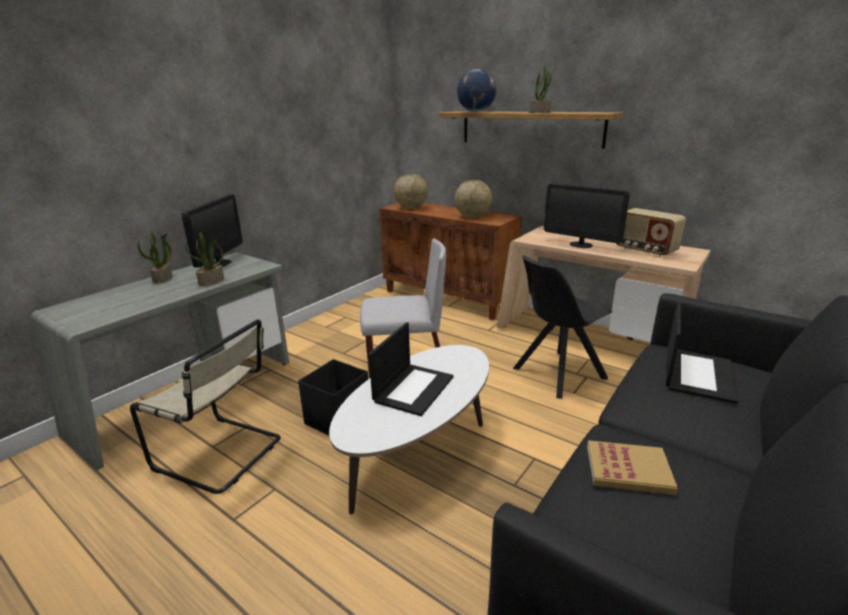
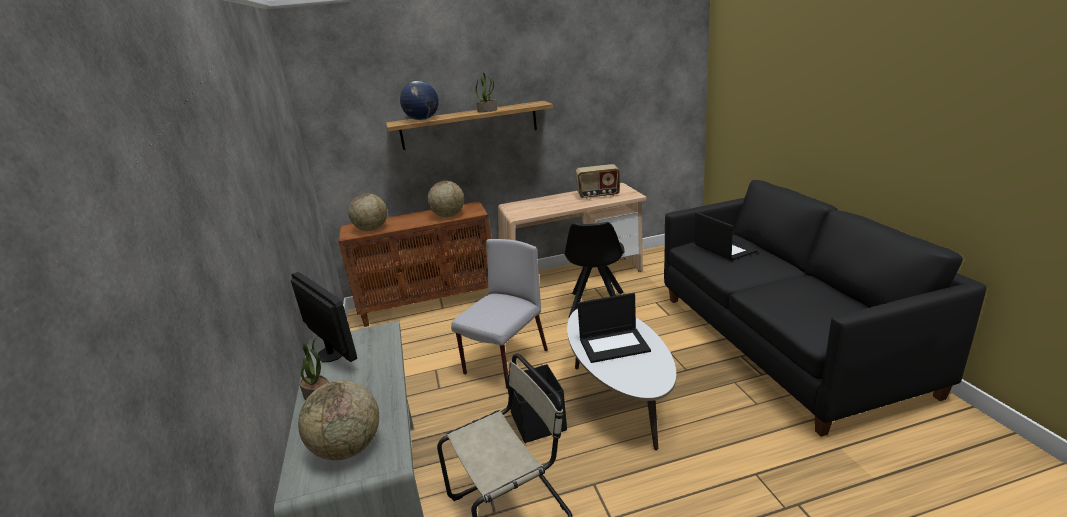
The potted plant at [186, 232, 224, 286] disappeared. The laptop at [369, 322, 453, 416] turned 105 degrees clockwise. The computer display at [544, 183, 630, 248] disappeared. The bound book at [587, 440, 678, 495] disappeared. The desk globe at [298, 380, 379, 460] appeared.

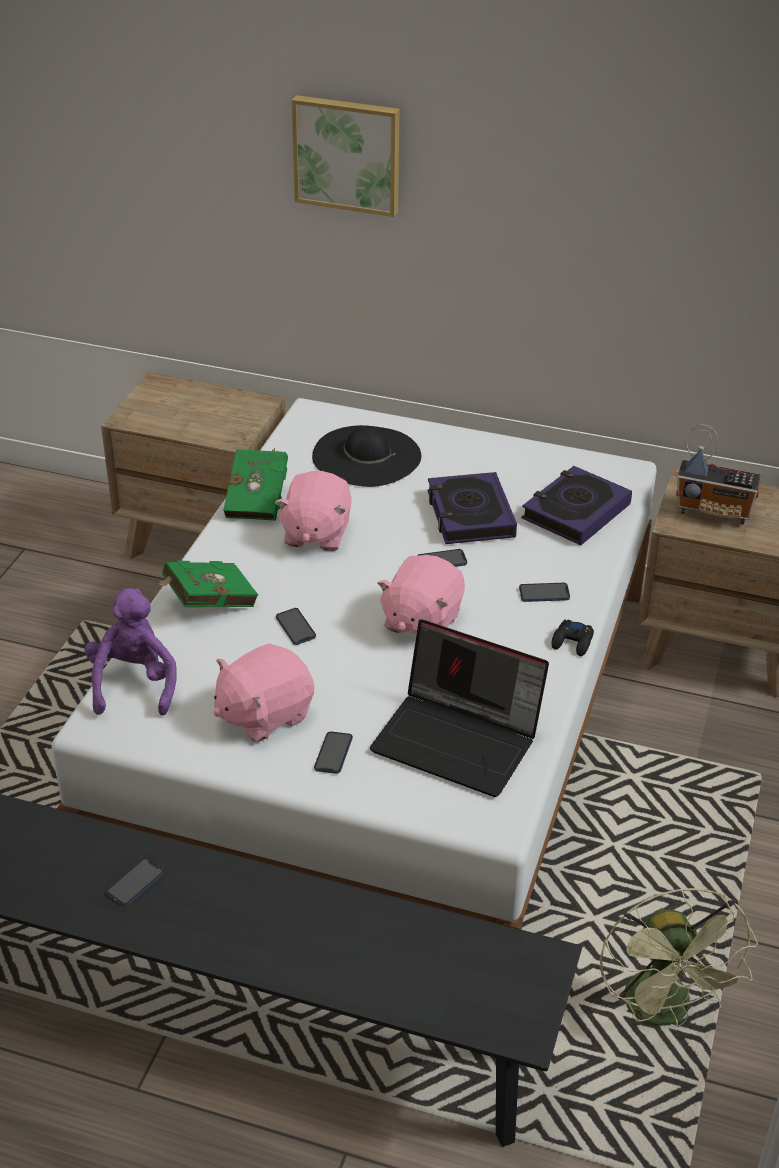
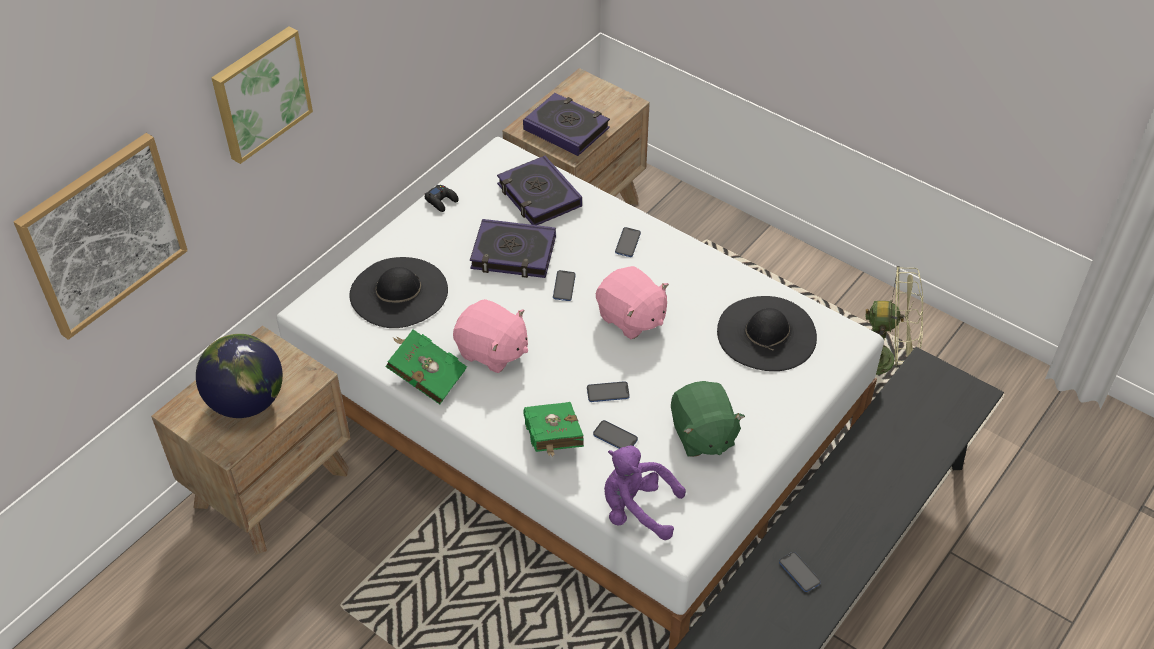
The soft toy (pinkish) at [214, 644, 314, 742] became the soft toy (greenish) at [671, 381, 745, 457]. The phone moved from [314, 732, 353, 774] to [593, 420, 638, 449]. The laptop at [370, 620, 549, 797] was replaced by the clothing hat (black) at [717, 296, 817, 371]. The gamepad (black) moved from [551, 619, 594, 656] to [425, 185, 459, 212]. The radio receiver at [676, 425, 761, 524] was replaced by the bound book at [523, 93, 610, 156]. The wall art at [14, 133, 188, 340] appeared. The desk globe at [196, 334, 283, 418] appeared.

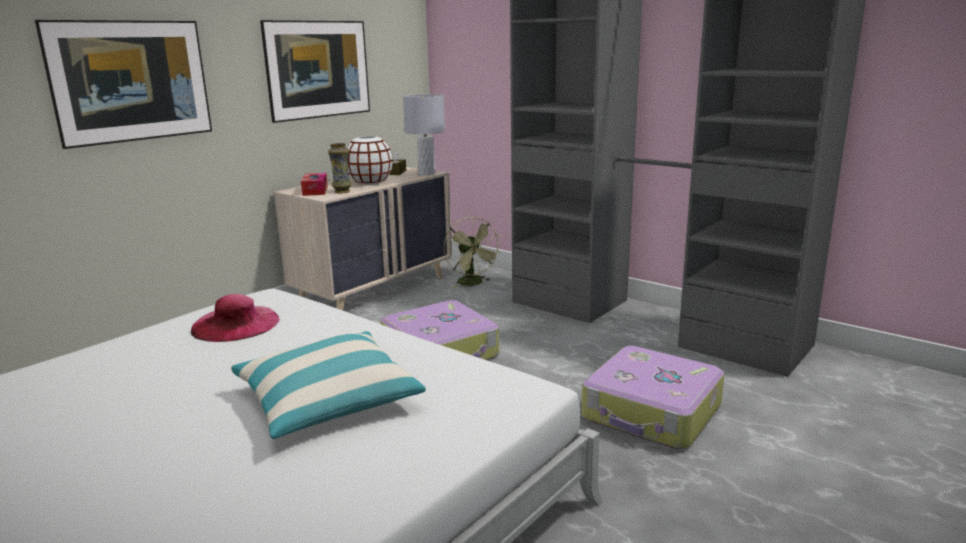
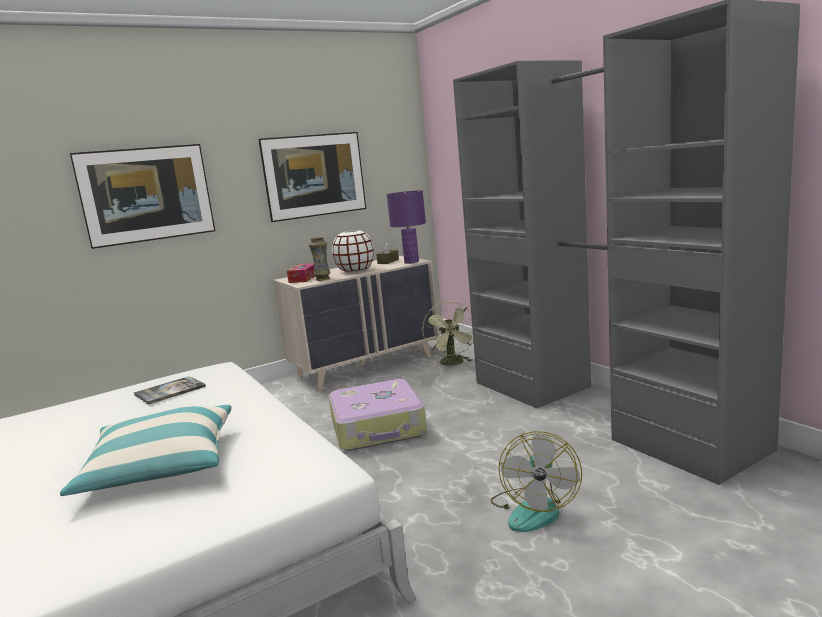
The clothing hat (pinkish) at [191, 294, 280, 342] was replaced by the bound book at [134, 376, 206, 405]. The table lamp (gray) at [403, 94, 445, 175] became the table lamp (purple) at [386, 190, 426, 264]. The piece of luggage at [582, 346, 725, 449] was replaced by the cooling fan at [491, 431, 582, 532].

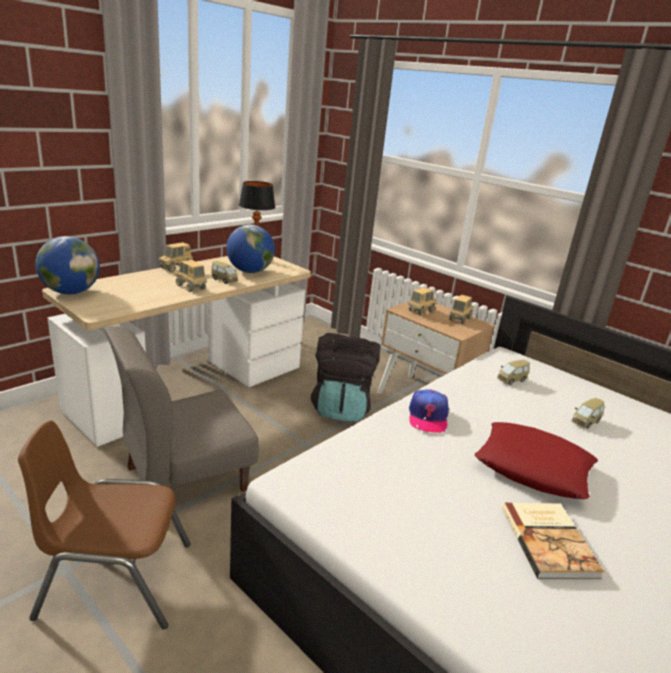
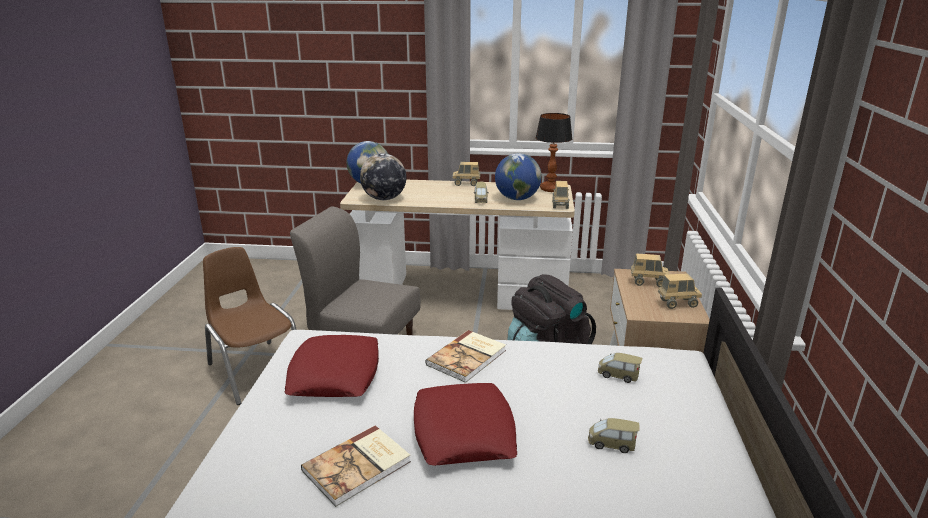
The model truck moved from [175, 260, 207, 292] to [552, 181, 569, 209]. The cap at [409, 389, 449, 433] was replaced by the bound book at [425, 330, 506, 383]. The cushion (red) at [285, 335, 379, 397] appeared. The desk globe at [360, 153, 406, 200] appeared.

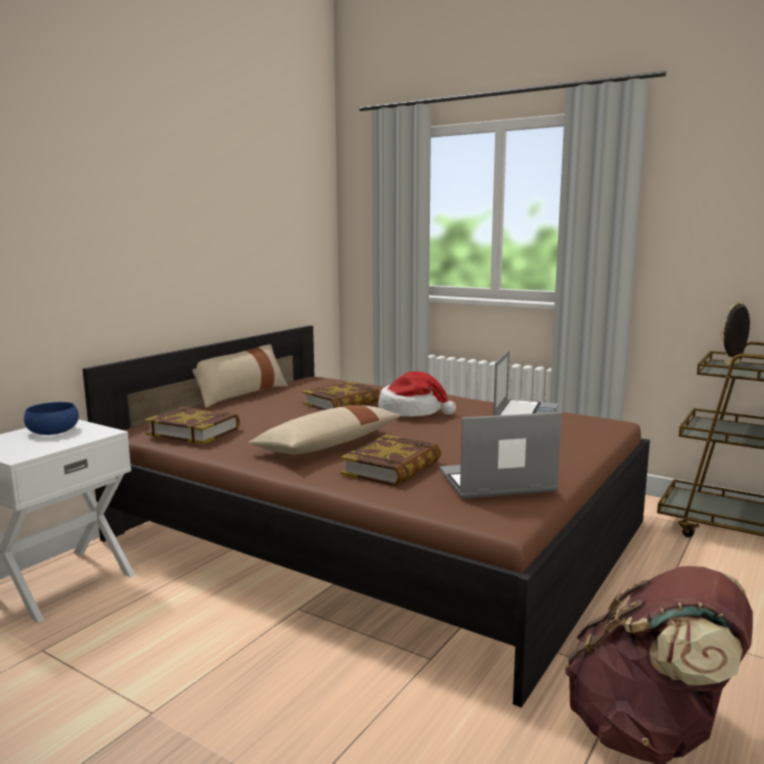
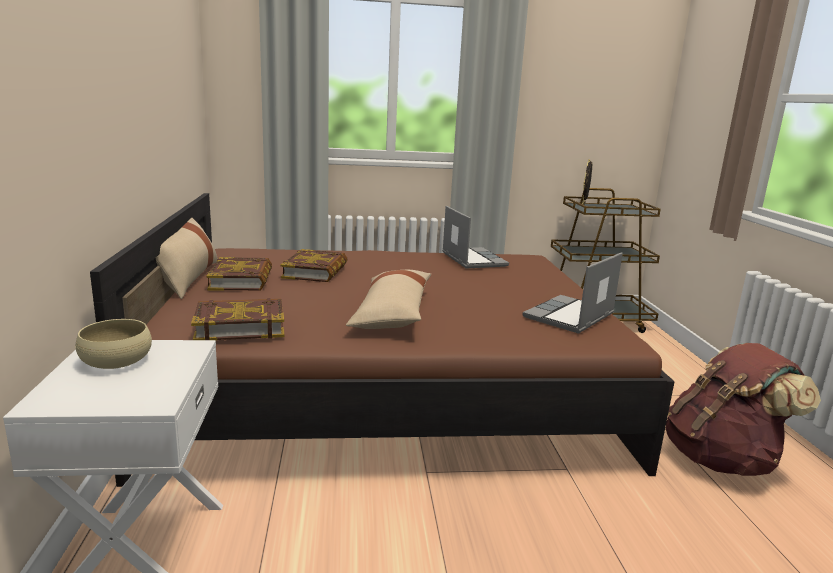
The bowl (blue-coloured) at [24, 402, 79, 435] became the bowl (beige-coloured) at [76, 319, 152, 369]. The bound book moved from [341, 435, 441, 486] to [207, 257, 272, 291]. The clothing hat at [378, 371, 456, 417] disappeared.

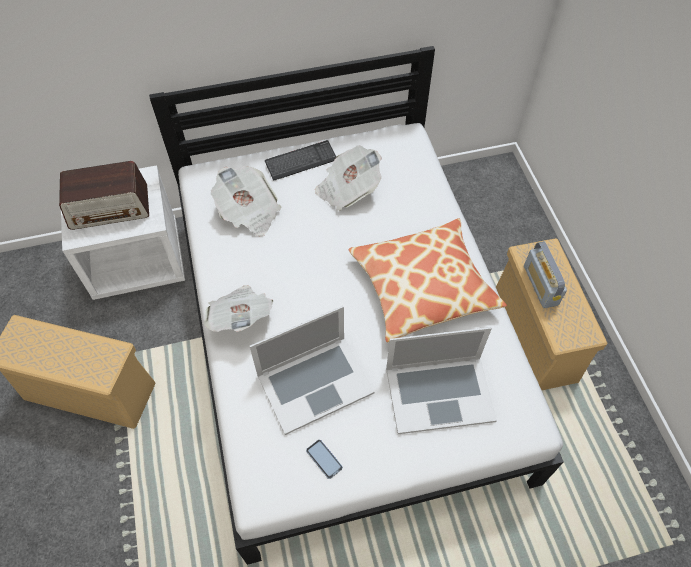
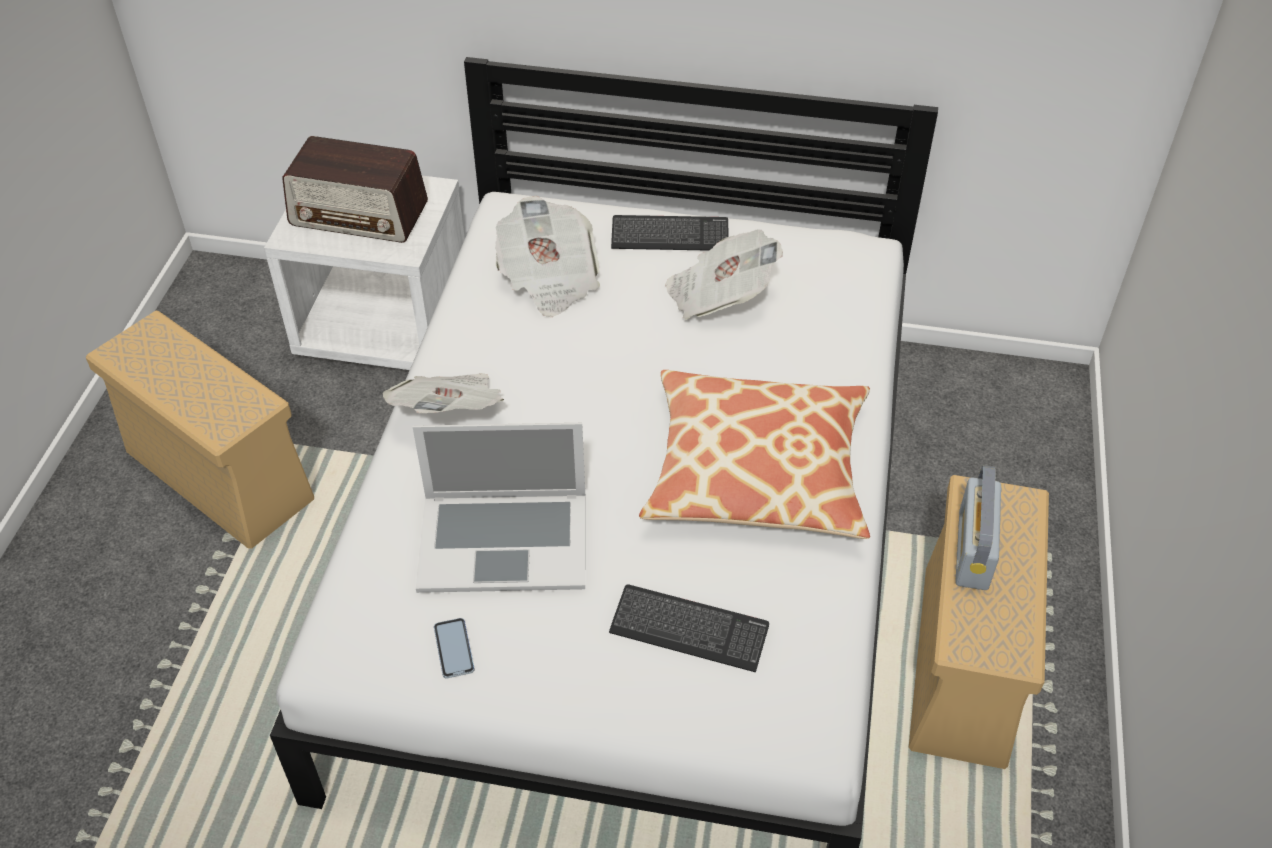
The laptop at [386, 327, 497, 434] was replaced by the keyboard at [609, 585, 769, 672].

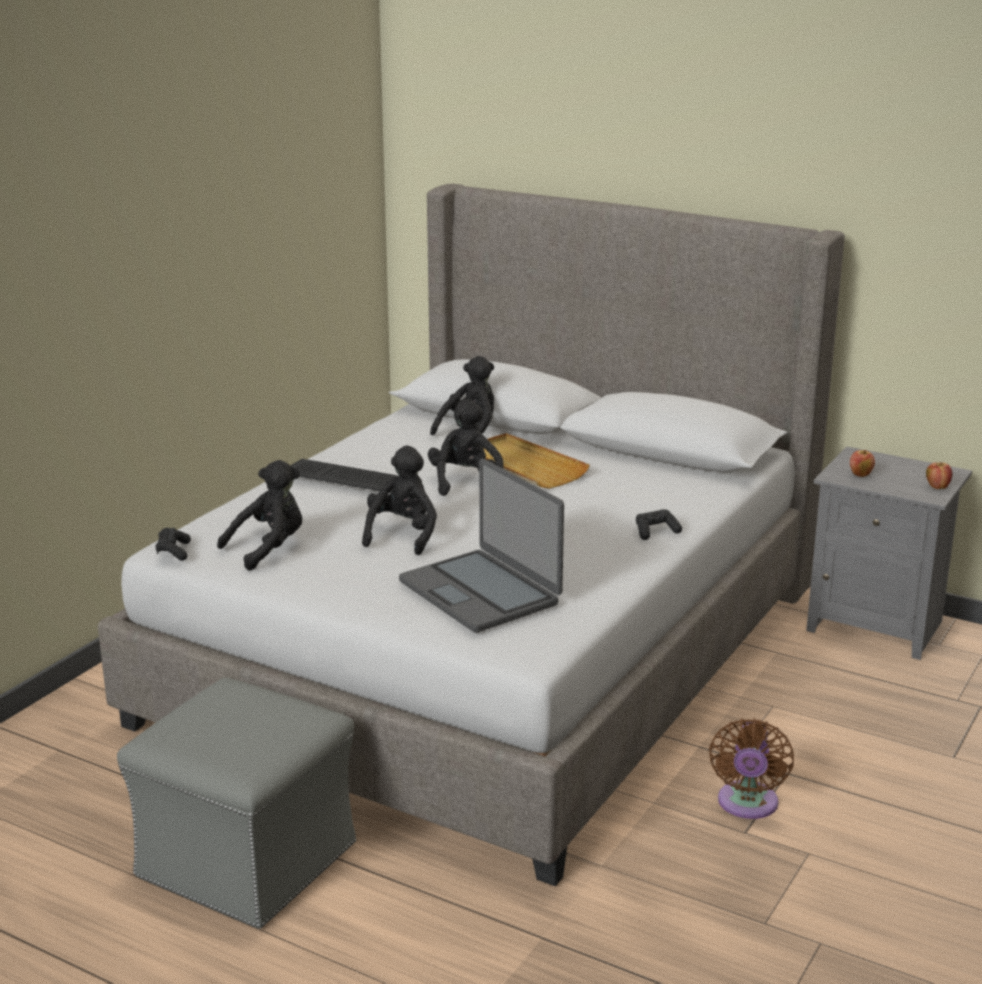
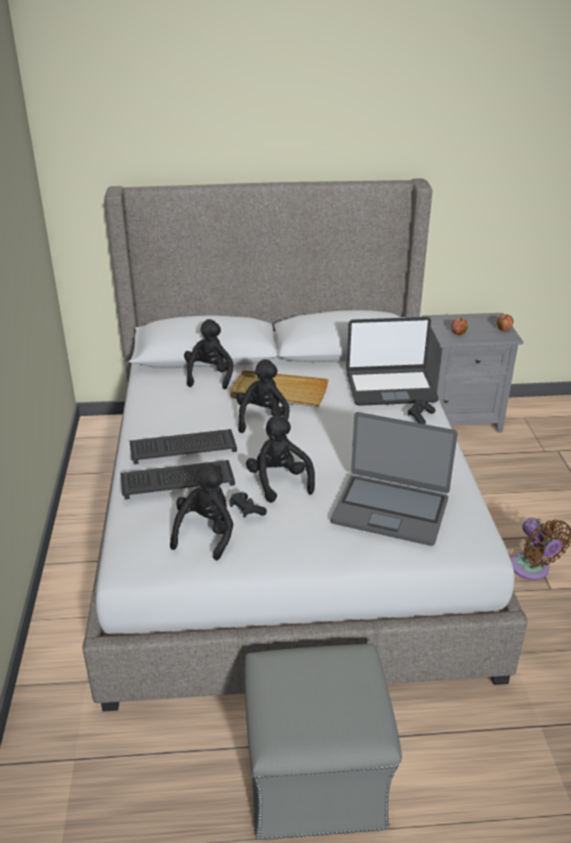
The gamepad (black) moved from [156, 528, 191, 561] to [230, 493, 267, 518]. The soft toy (black) at [428, 399, 504, 496] turned 45 degrees clockwise. The keyboard at [120, 460, 235, 500] appeared. The laptop at [346, 317, 439, 406] appeared.

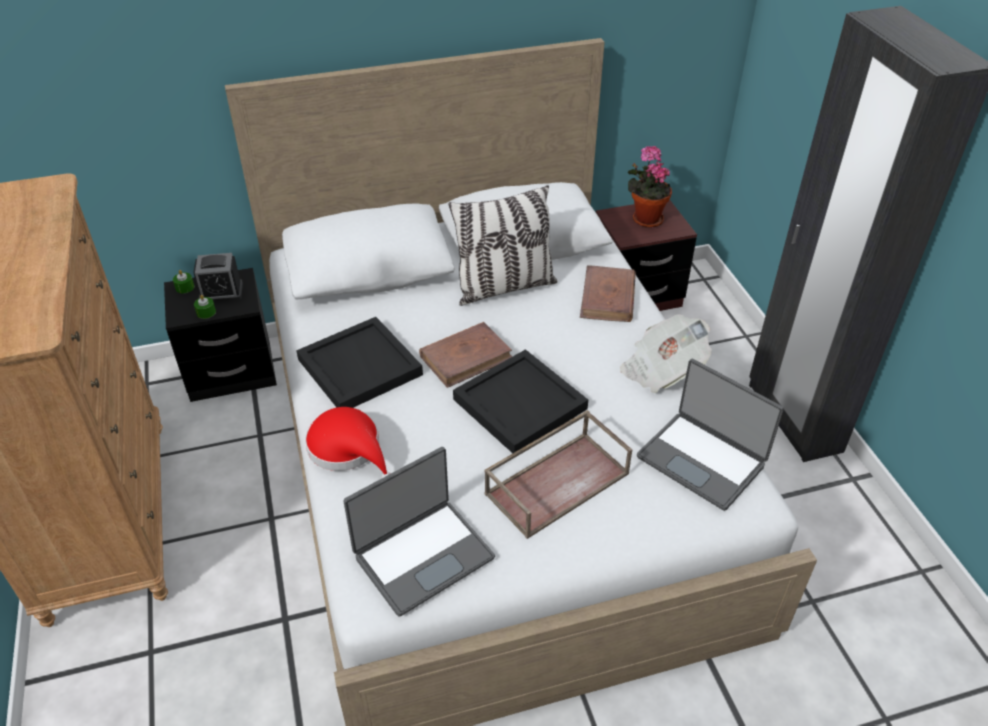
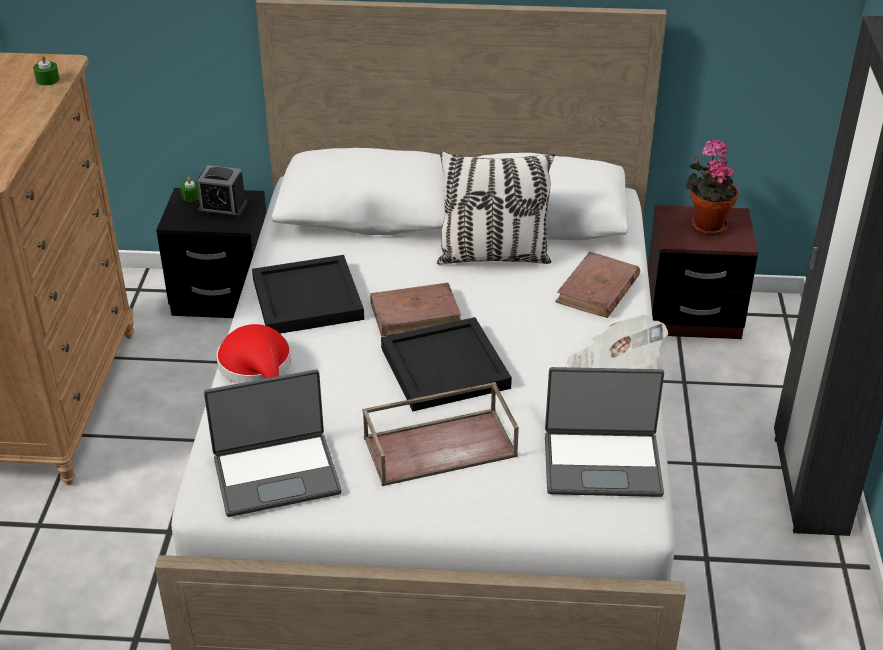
The wax candle (greenish) moved from [194, 295, 216, 319] to [33, 55, 60, 86]. The laptop at [637, 359, 784, 511] turned 60 degrees counterclockwise.

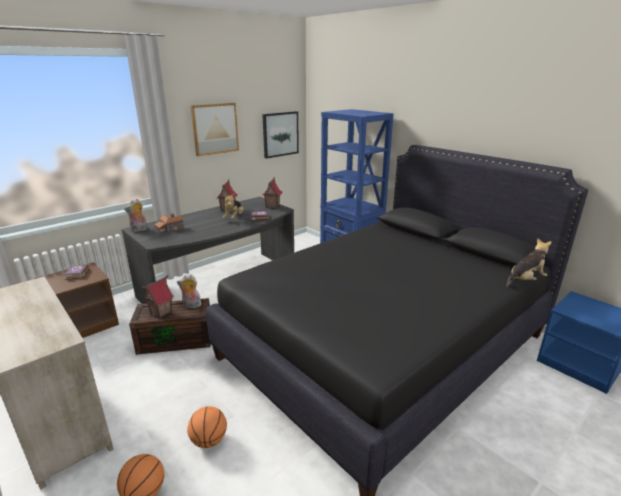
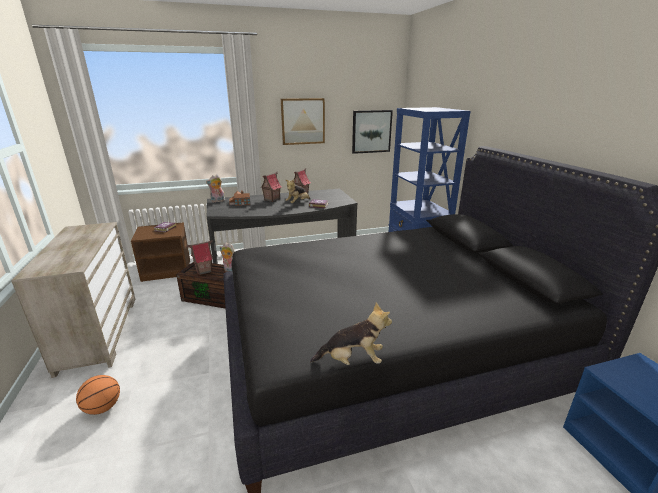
The ball for basketball at [187, 406, 227, 448] disappeared. The model house moved from [262, 177, 282, 208] to [260, 172, 282, 202]. The soft toy moved from [506, 238, 551, 287] to [310, 302, 392, 365].

